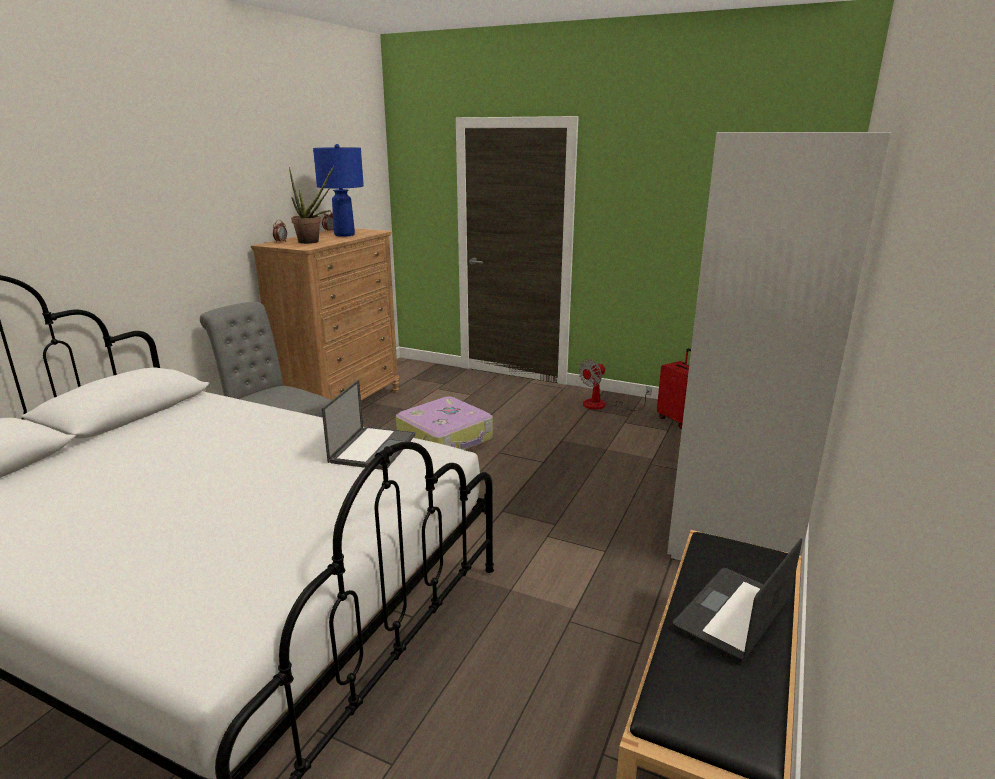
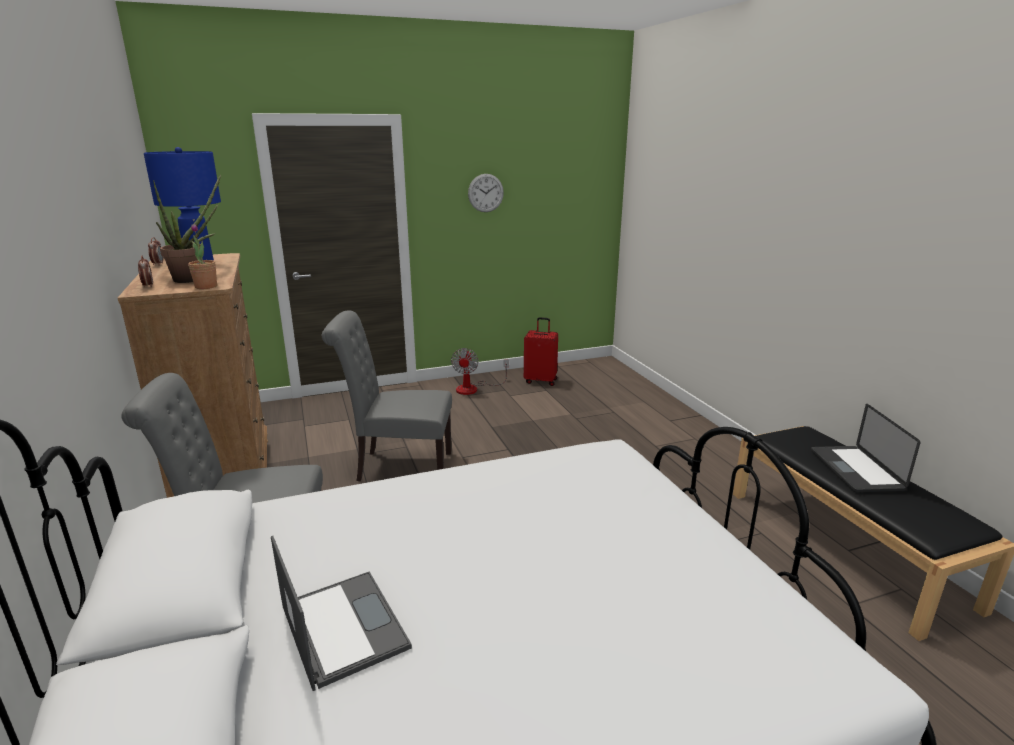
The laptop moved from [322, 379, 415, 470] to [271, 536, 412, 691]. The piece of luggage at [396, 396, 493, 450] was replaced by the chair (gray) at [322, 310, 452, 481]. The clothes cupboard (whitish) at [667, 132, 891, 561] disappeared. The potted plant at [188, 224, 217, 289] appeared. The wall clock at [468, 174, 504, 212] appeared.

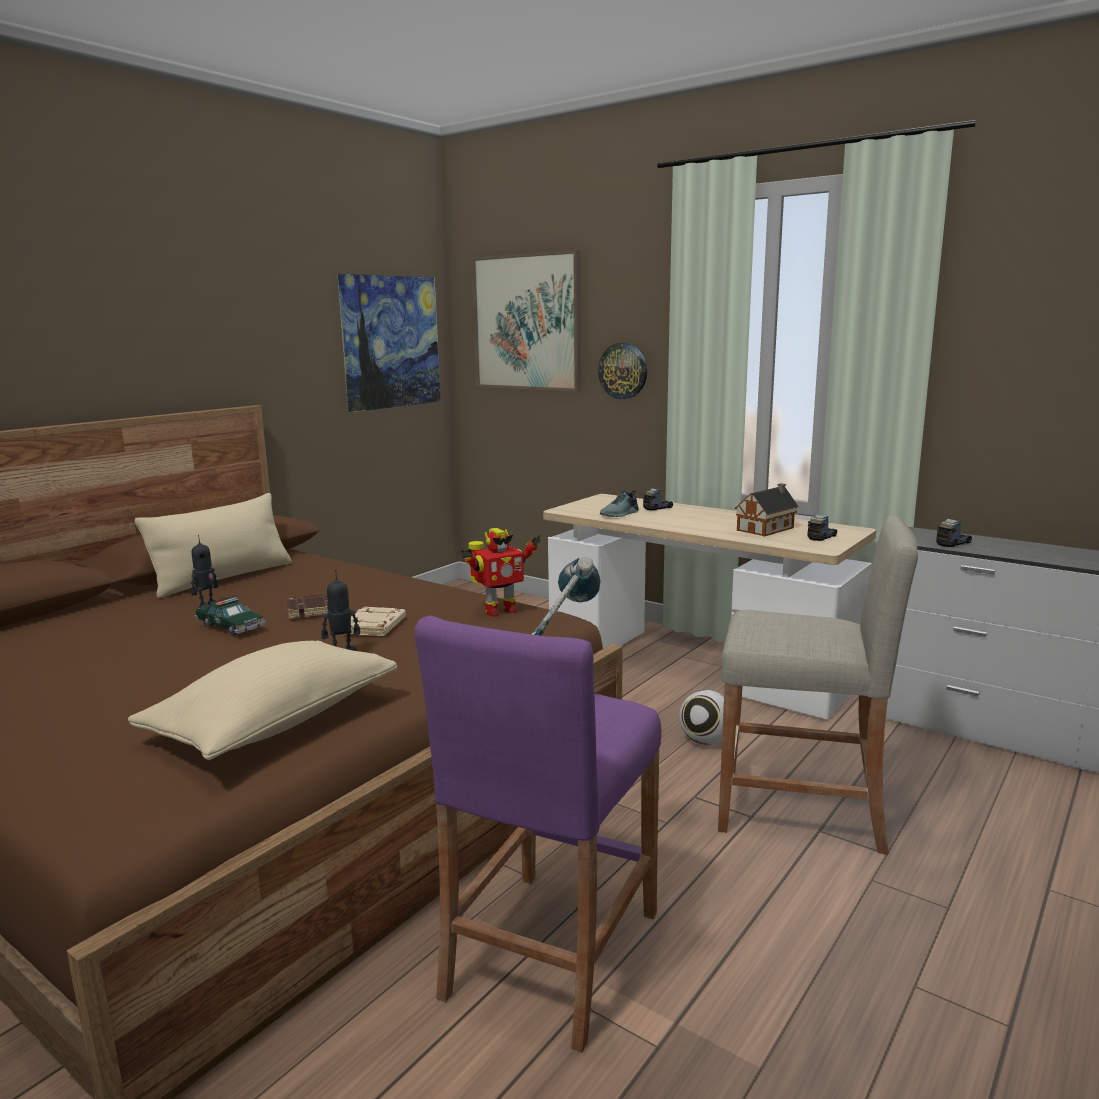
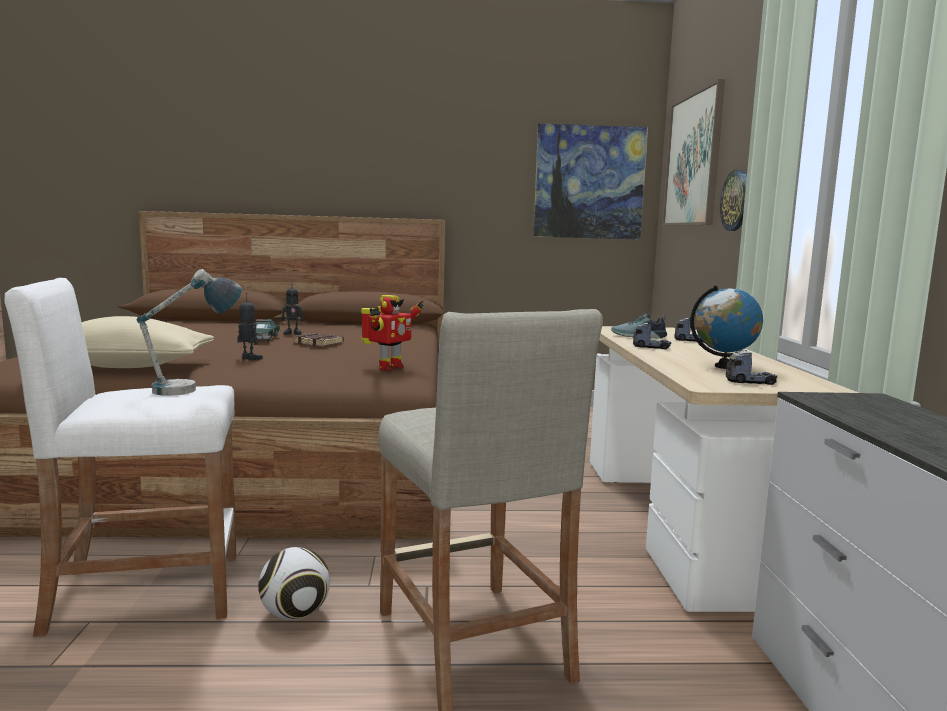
The cushion (beige-coloured) at [135, 493, 292, 598] disappeared. The bound book (beige-coloured) at [350, 606, 406, 636] disappeared. The stool seat (purple) at [415, 615, 661, 1053] became the stool seat (whitish) at [5, 278, 236, 637]. The robot figure at [461, 528, 542, 617] turned 75 degrees counterclockwise. The football moved from [679, 690, 724, 745] to [258, 547, 330, 620]. The model house at [735, 483, 799, 537] was replaced by the desk globe at [690, 285, 763, 369]. The model truck moved from [936, 518, 972, 547] to [633, 323, 671, 349].

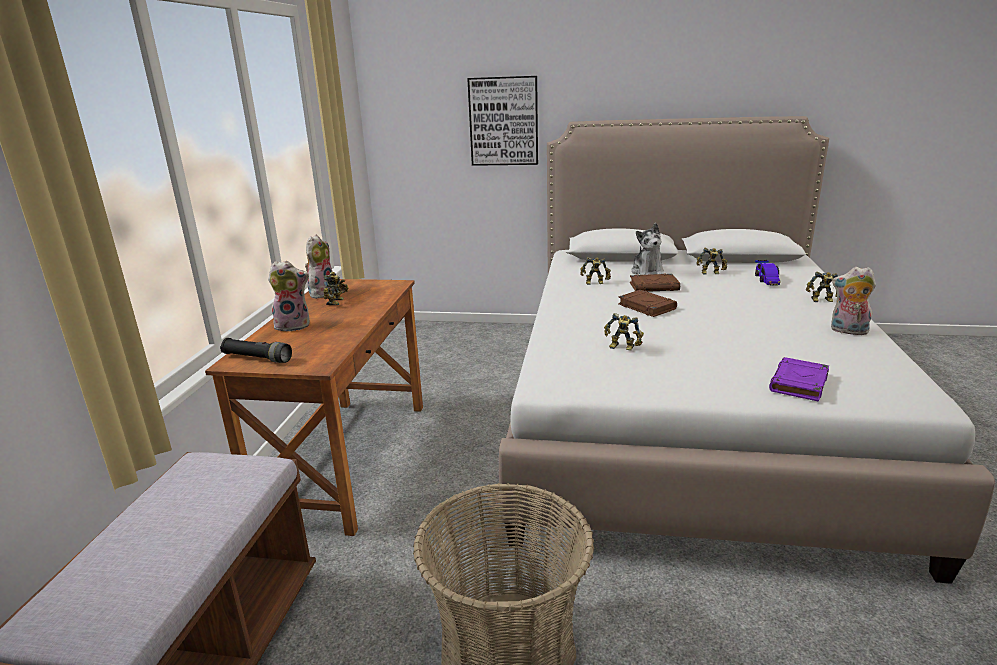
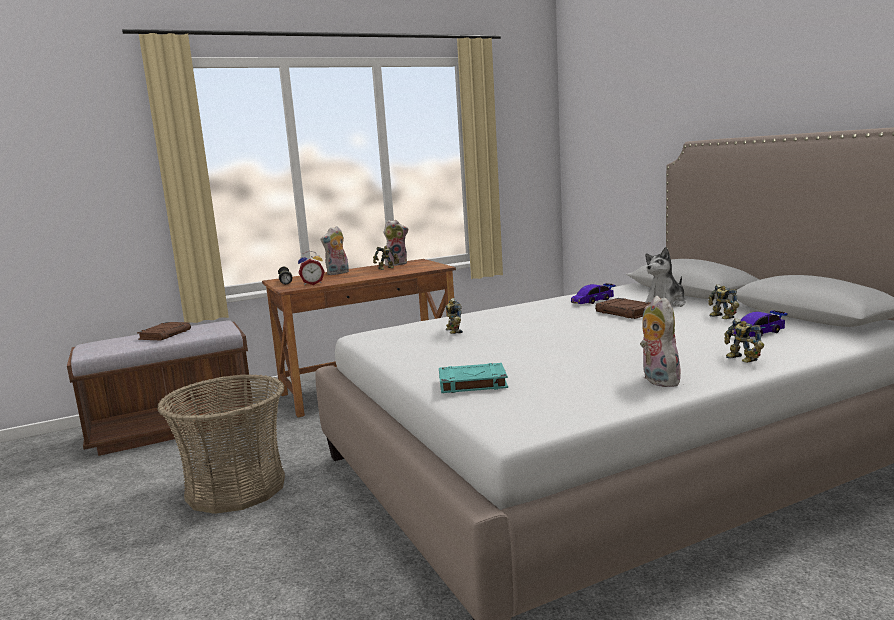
The soft toy at [268, 261, 310, 332] turned 90 degrees clockwise. The wall art at [467, 76, 538, 166] disappeared. The robot figure at [580, 257, 611, 285] was replaced by the toy car at [571, 283, 616, 304]. The bound book (brown-coloured) moved from [618, 290, 677, 317] to [137, 322, 191, 340]. The bound book (purple) at [769, 357, 829, 402] became the bound book (blue-green) at [439, 363, 508, 393]. The bedside clock at [298, 251, 325, 285] appeared.

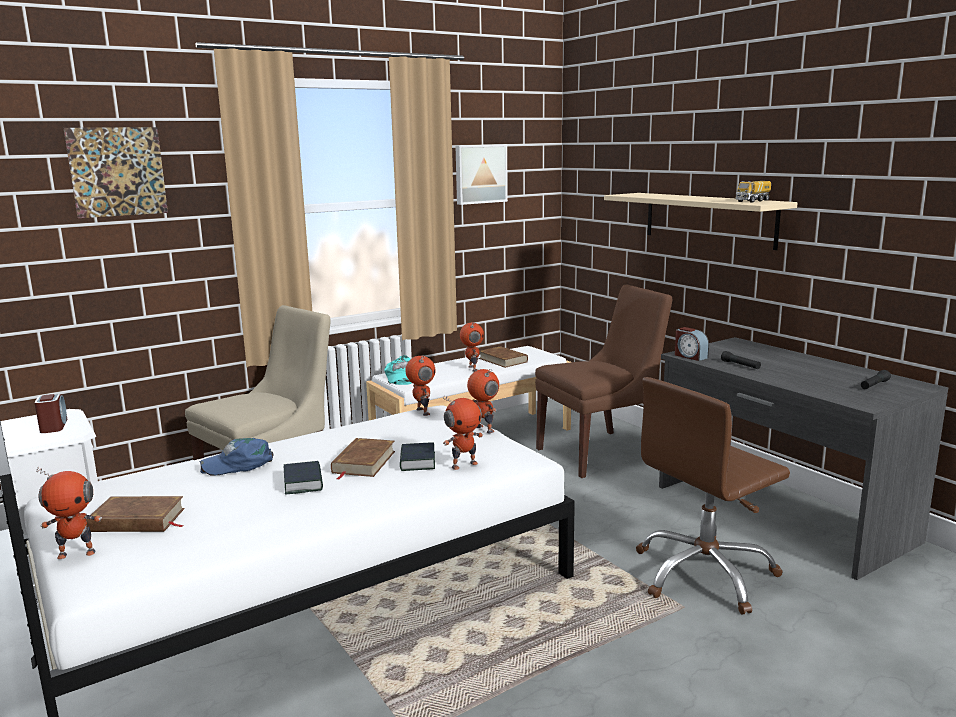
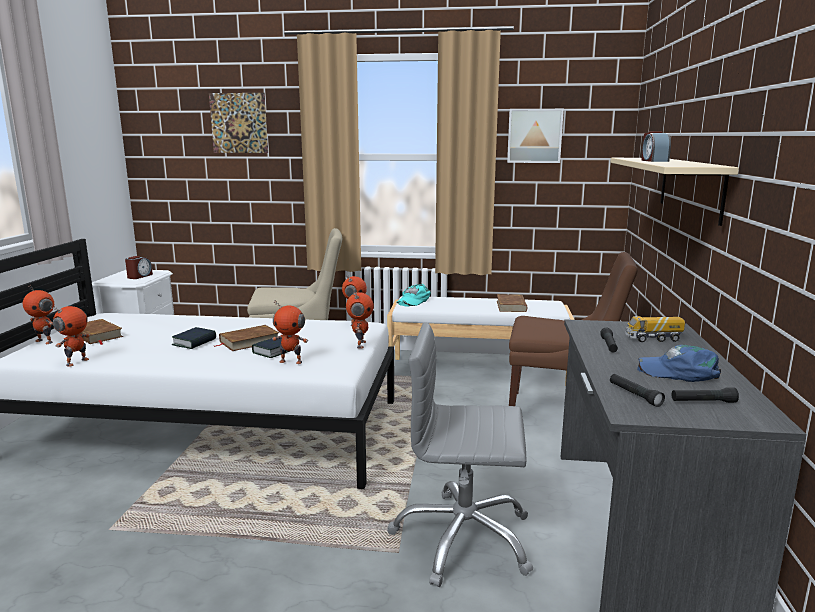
The cap (blue-coloured) moved from [200, 438, 273, 475] to [637, 345, 721, 382]. The robot figure moved from [460, 322, 484, 372] to [51, 305, 90, 367]. The desk chair (brown-coloured) at [636, 377, 790, 615] became the desk chair (gray) at [387, 322, 533, 587]. The bedside clock moved from [675, 327, 709, 361] to [641, 131, 671, 162]. The model truck moved from [735, 181, 771, 202] to [625, 316, 685, 342]. The torch (black) at [610, 374, 665, 407] appeared.

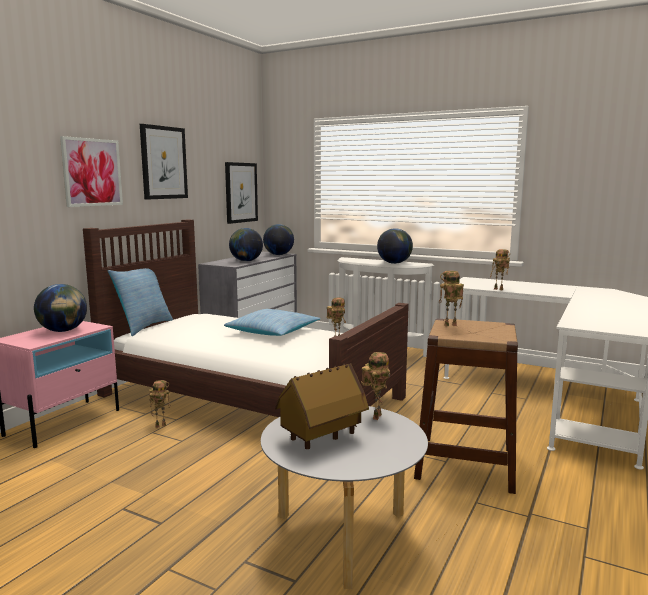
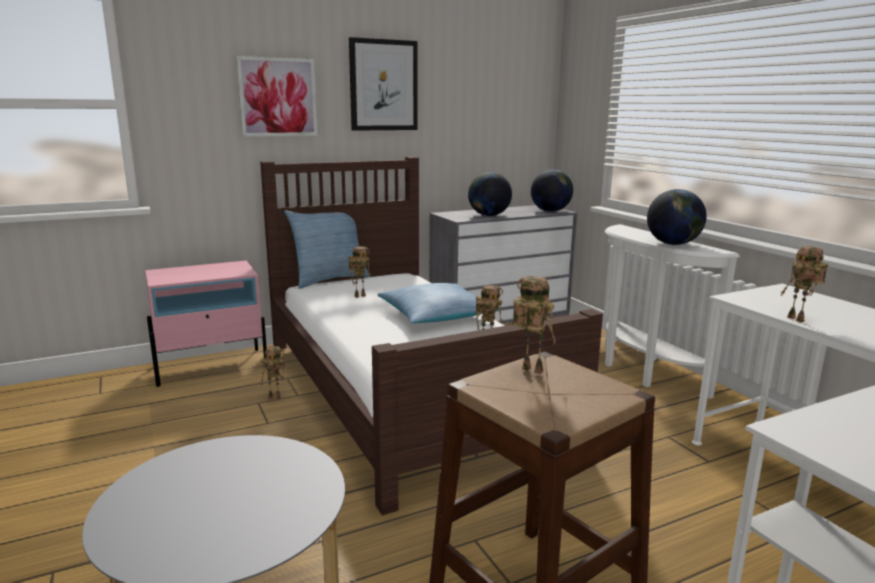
The desk globe at [34, 284, 87, 332] disappeared. The wall art at [225, 162, 258, 224] disappeared. The model house at [275, 363, 369, 449] disappeared. The robot figure moved from [361, 352, 390, 420] to [348, 246, 371, 298].

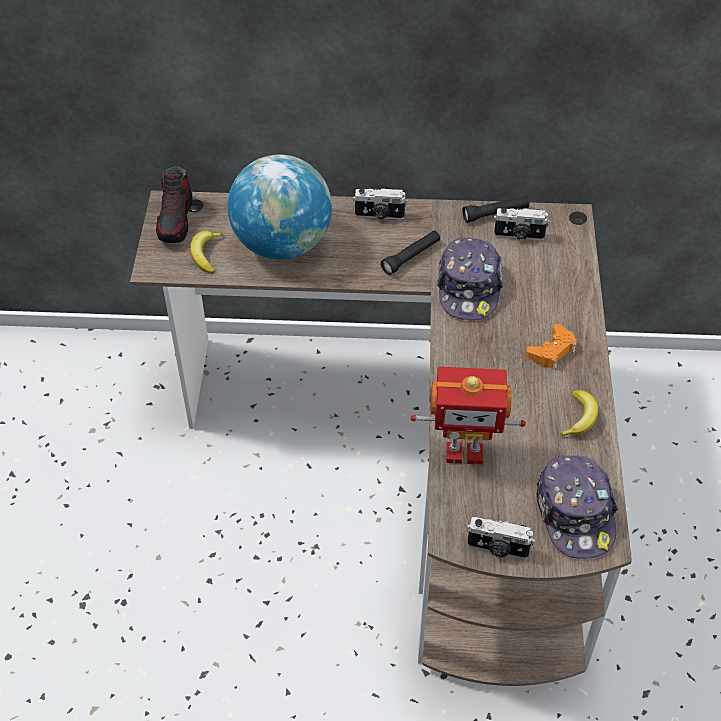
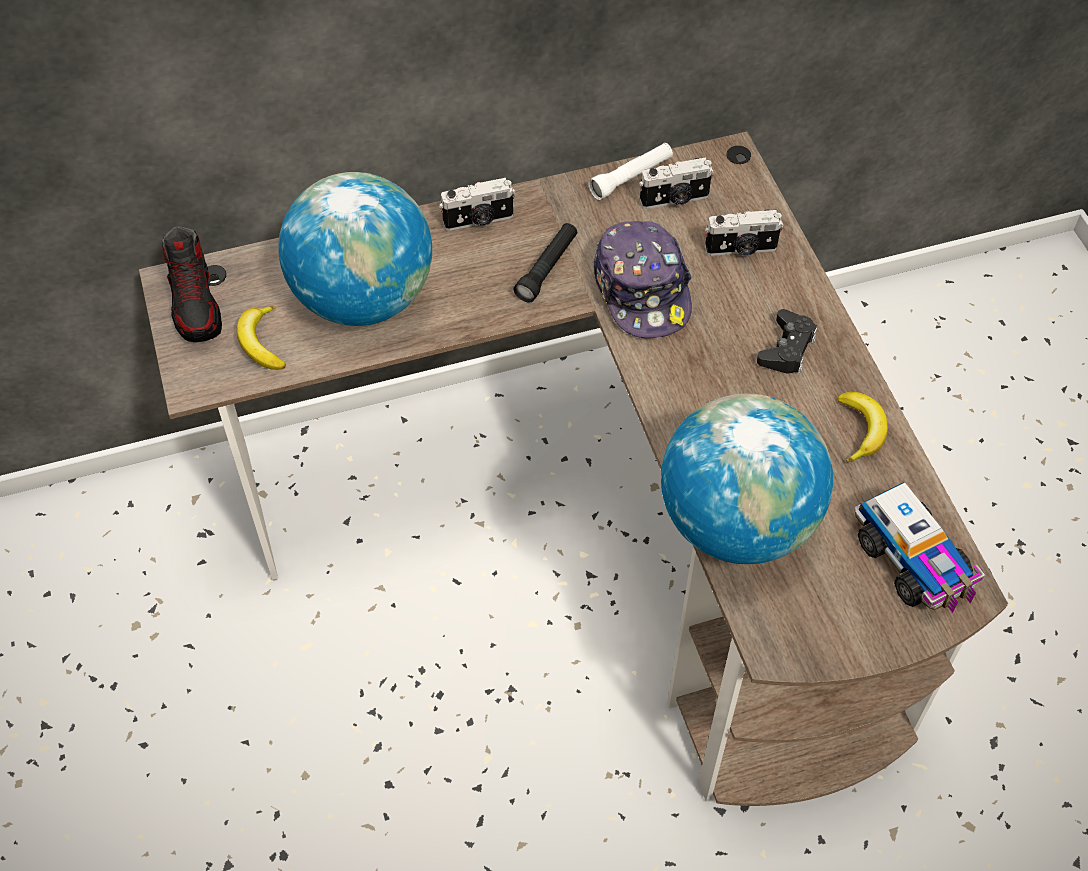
The robot figure at [411, 367, 526, 465] was replaced by the desk globe at [661, 394, 833, 564]. The torch (black) at [462, 196, 529, 223] became the torch (whitish) at [588, 143, 673, 200]. The photo camera moved from [467, 517, 535, 559] to [705, 210, 784, 256]. The gamepad (orange) at [526, 324, 577, 370] became the gamepad (black) at [757, 309, 817, 374]. The cap at [536, 455, 618, 559] was replaced by the model truck at [855, 482, 985, 613].

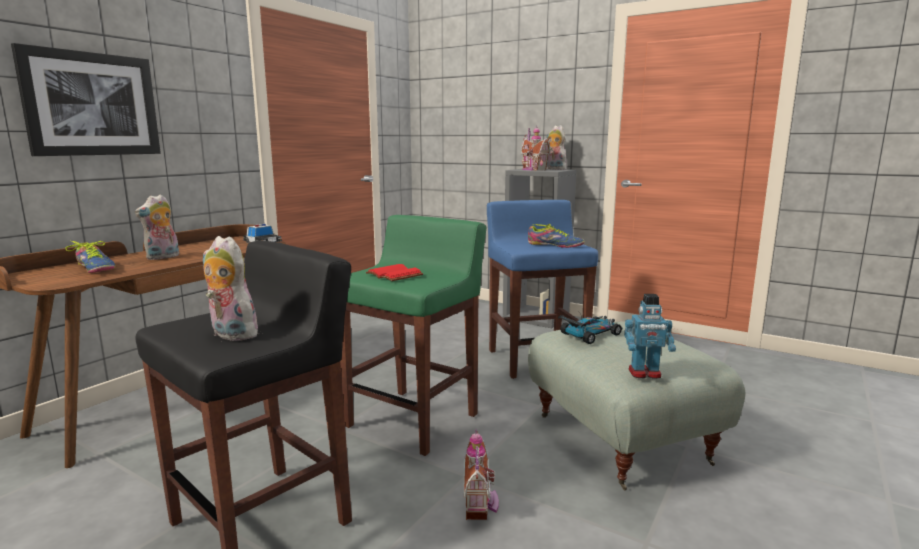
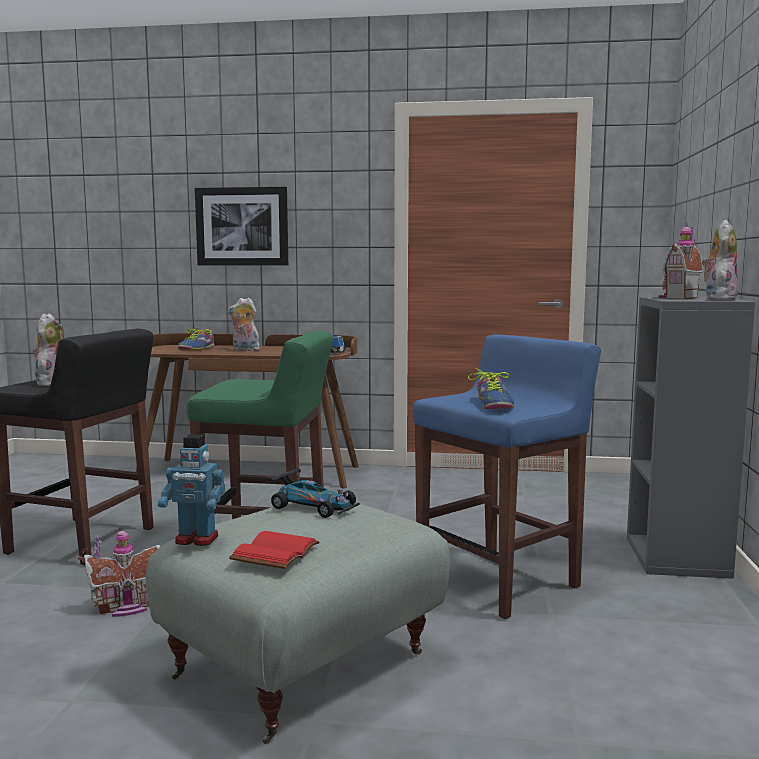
The bound book (red) moved from [366, 264, 423, 281] to [229, 531, 320, 569]. The robot figure at [624, 294, 676, 379] turned 60 degrees counterclockwise.

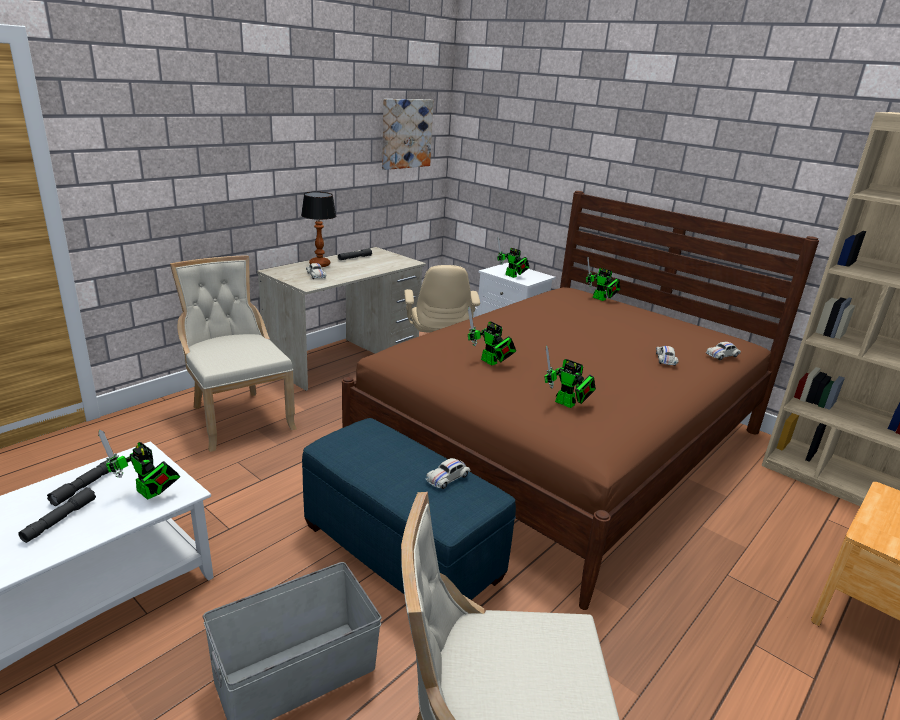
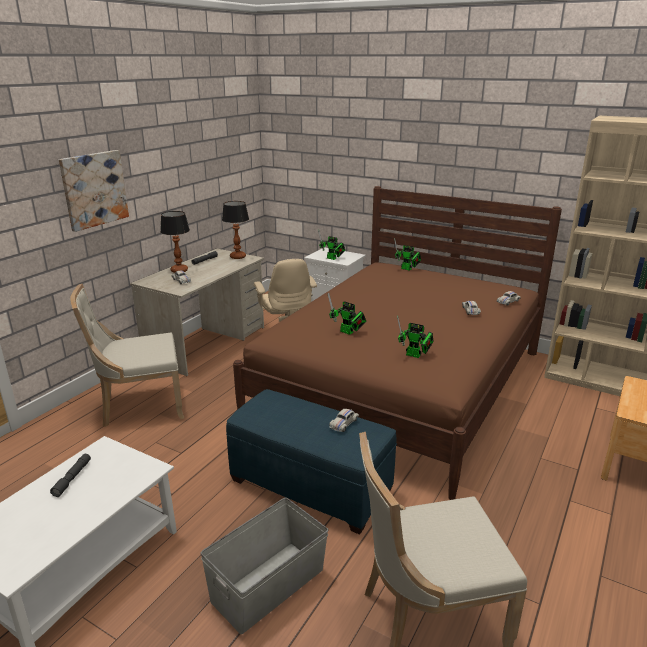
The torch (gray) at [18, 487, 96, 543] disappeared. The robot figure at [98, 430, 180, 500] disappeared. The chair (beige-coloured) at [170, 255, 297, 452] turned 60 degrees counterclockwise. The wall art moved from [382, 99, 433, 170] to [59, 150, 129, 232]. The table lamp at [222, 201, 249, 259] appeared.

